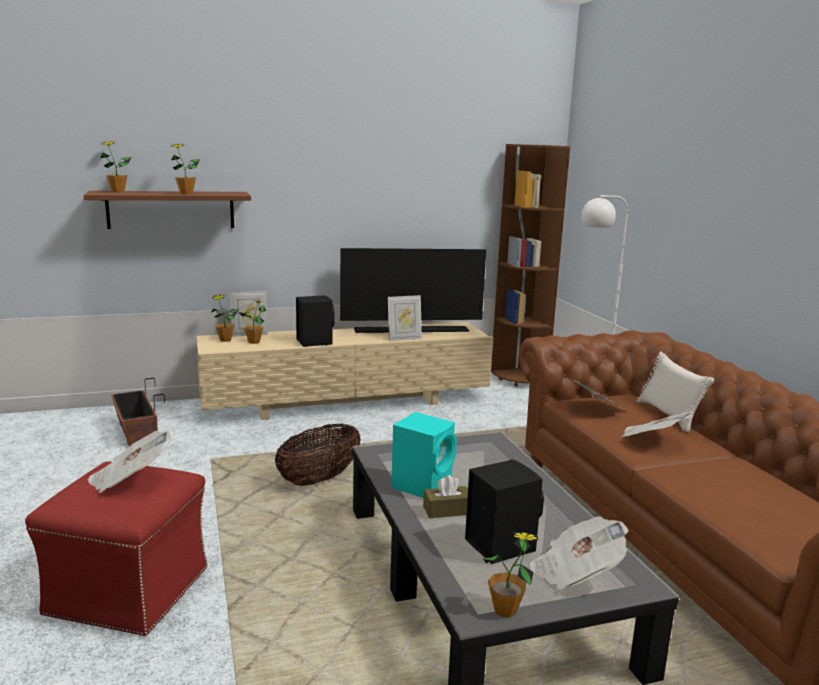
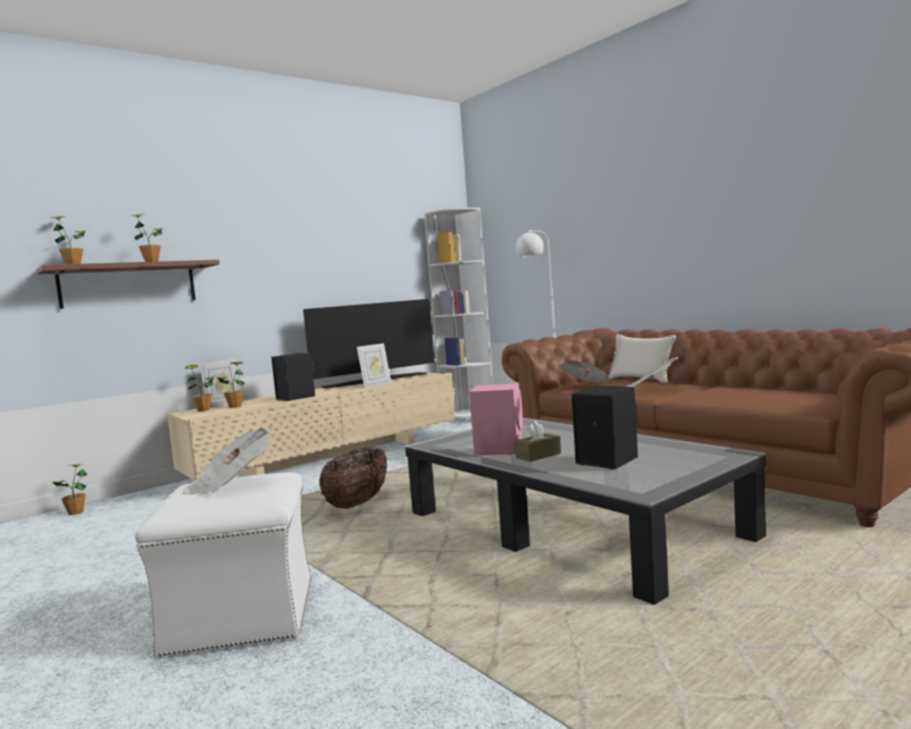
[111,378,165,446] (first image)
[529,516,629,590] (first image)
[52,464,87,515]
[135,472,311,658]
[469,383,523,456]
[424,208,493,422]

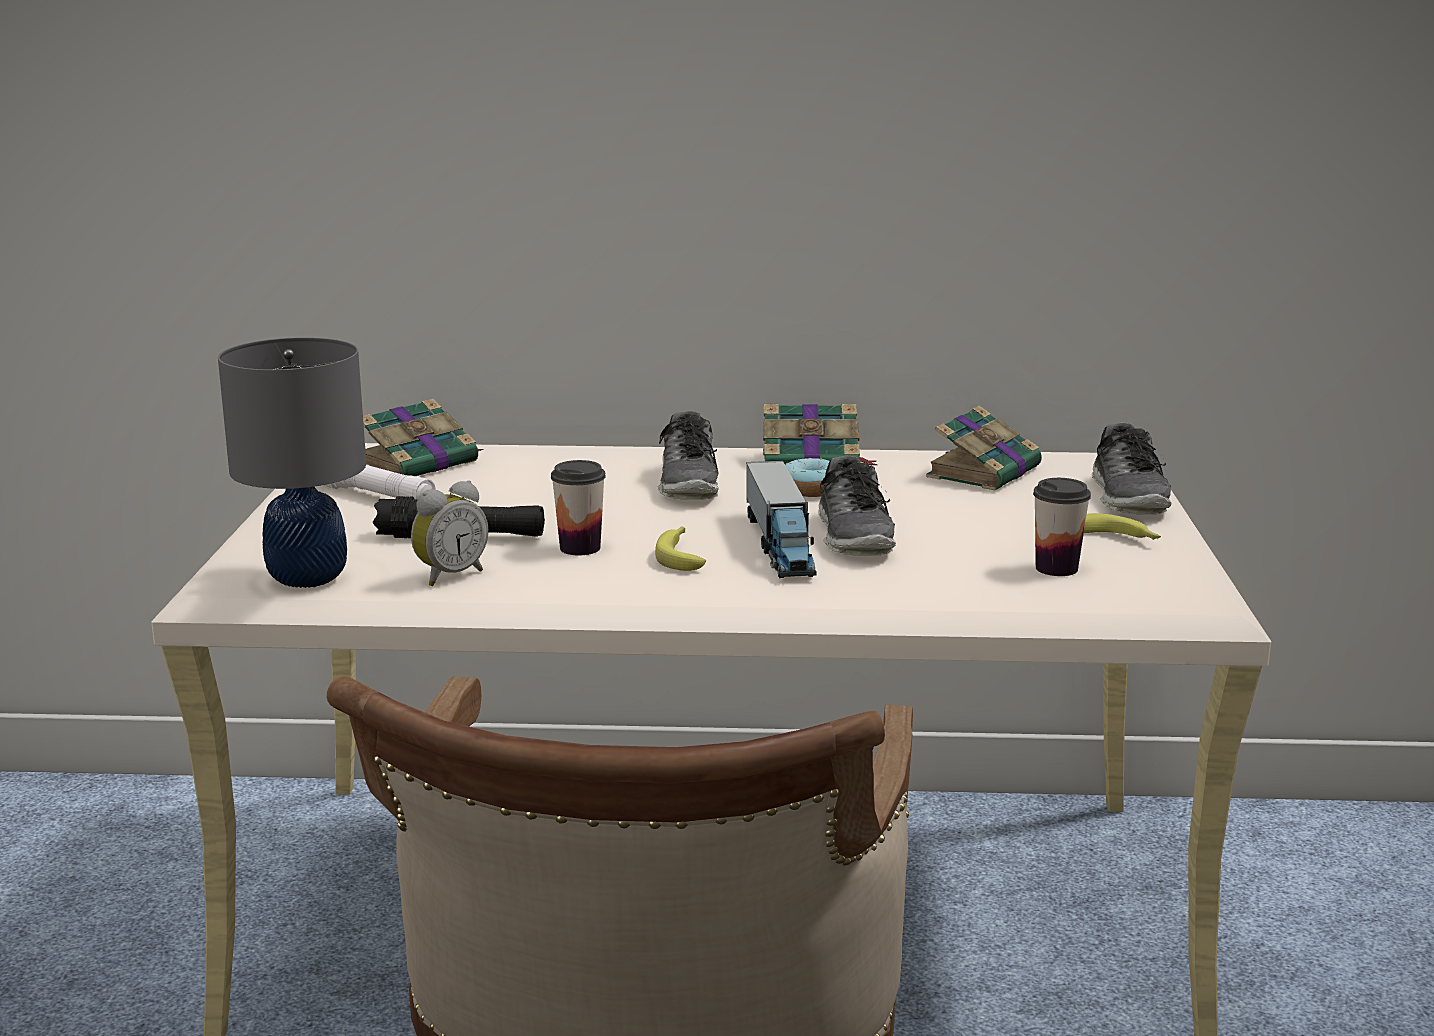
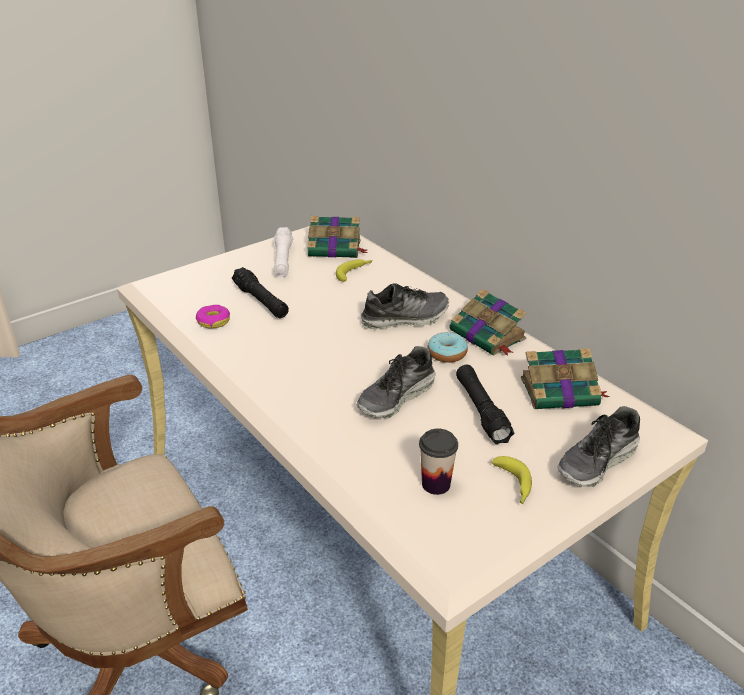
[218,337,366,588] (first image)
[551,460,606,555] (first image)
[746,461,816,578] (first image)
[456,365,514,445]
[336,259,373,282]
[196,305,230,329]
[361,283,449,330]

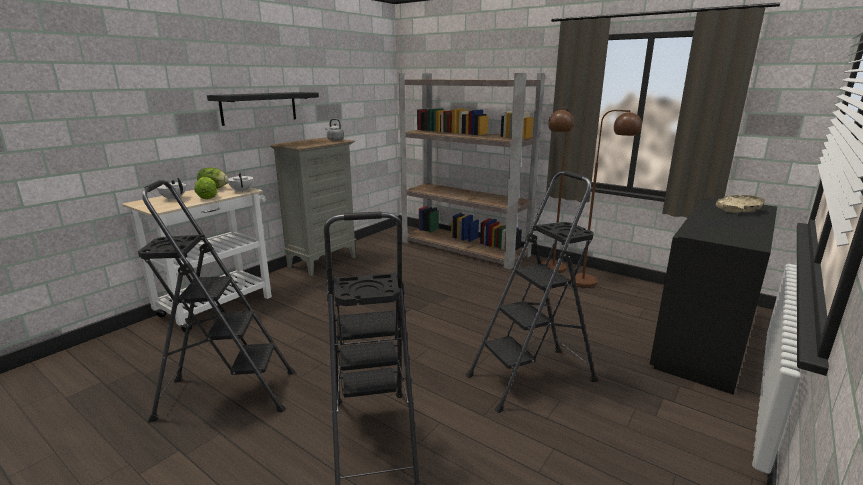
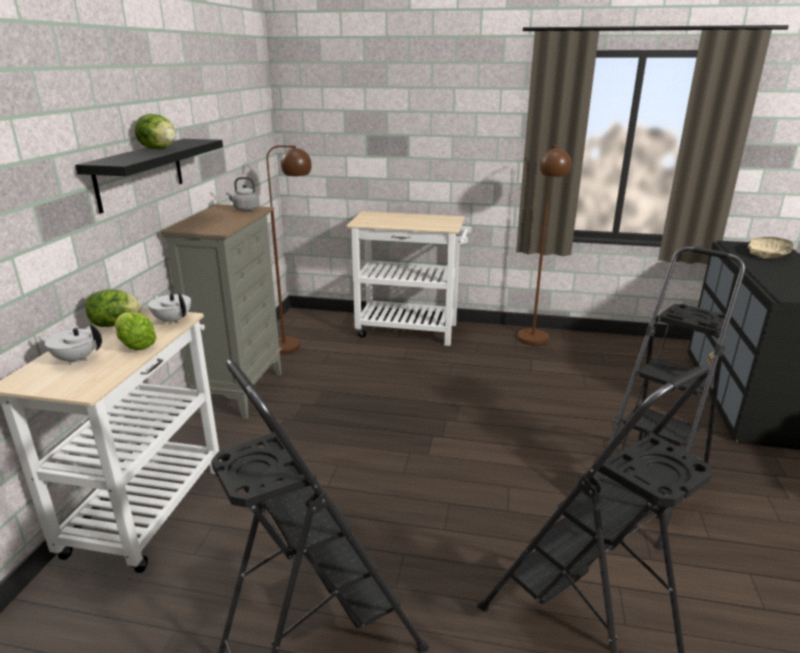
[134,114,176,149]
[267,145,312,354]
[346,211,472,346]

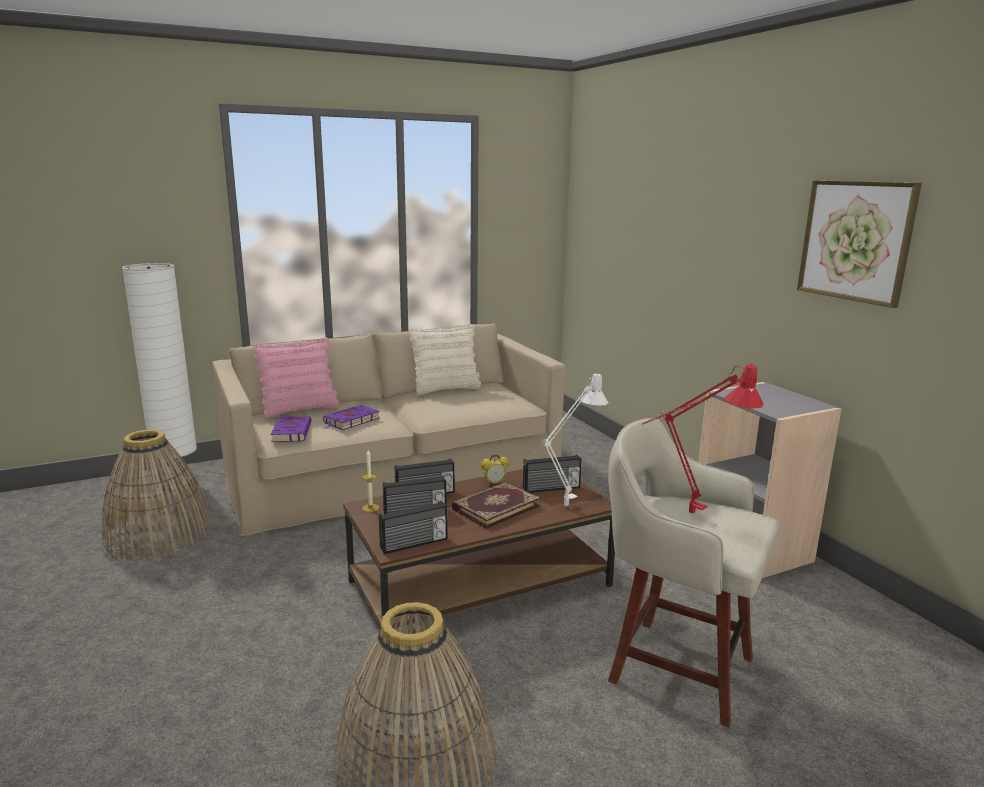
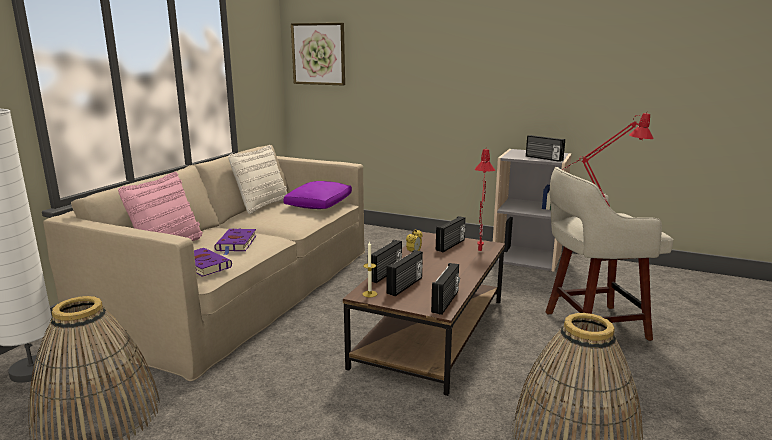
[452,482,541,529] (first image)
[283,181,352,209]
[526,135,565,162]
[291,23,345,86]
[475,149,495,251]

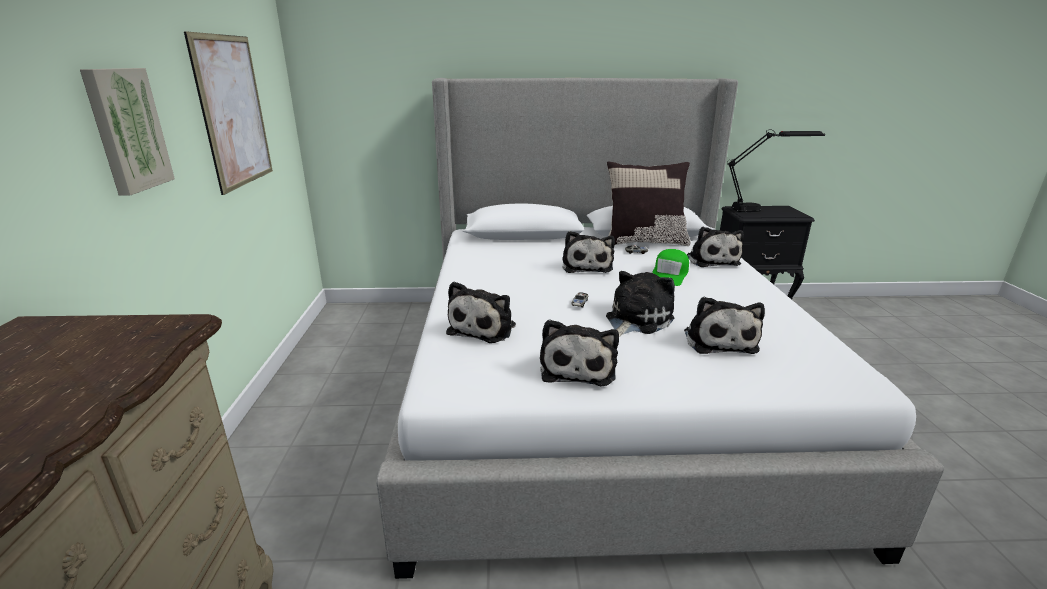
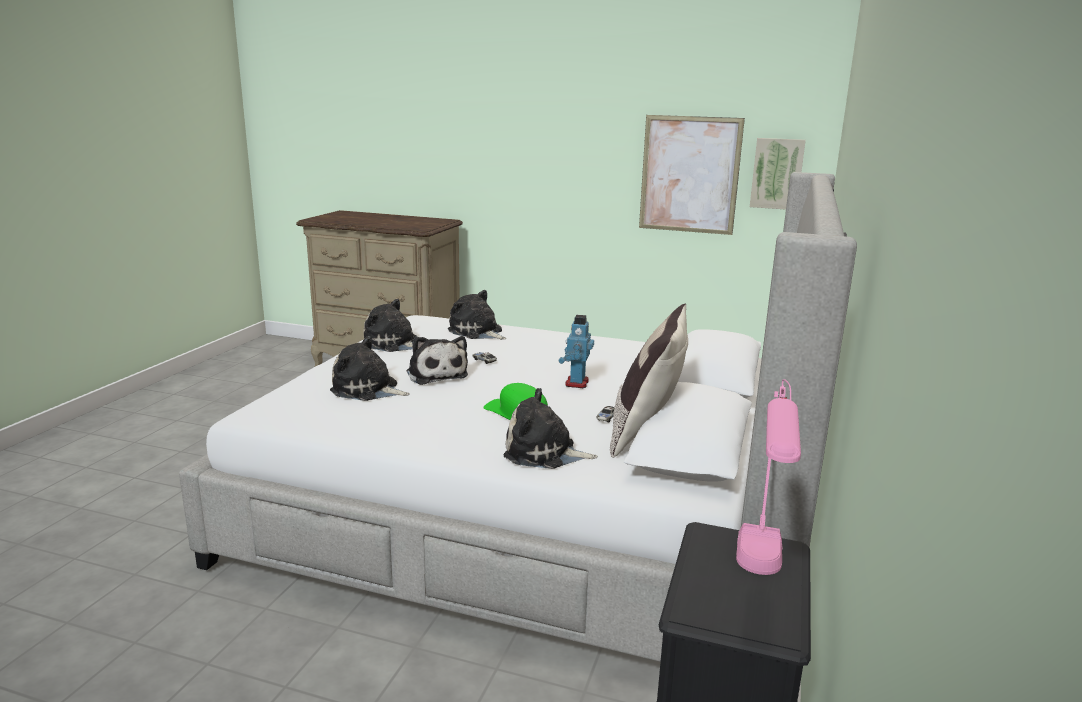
[750,138,806,210]
[559,315,594,388]
[736,379,801,575]

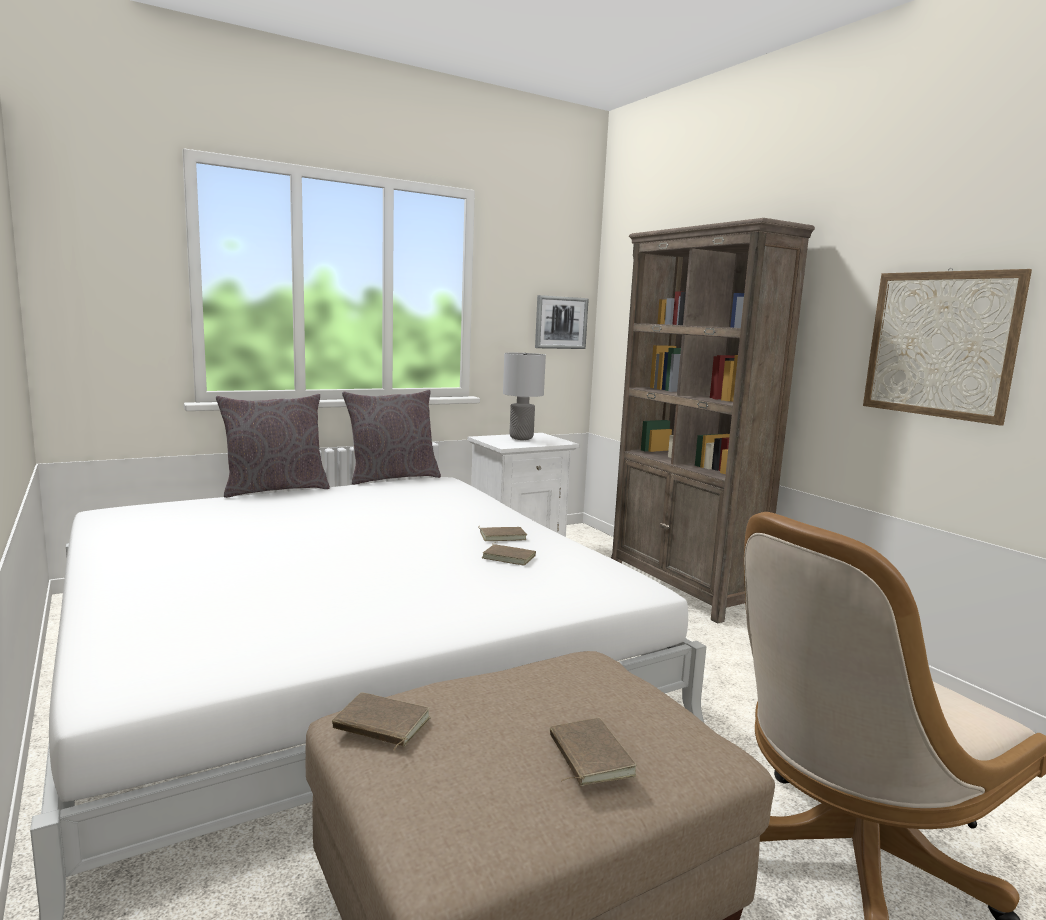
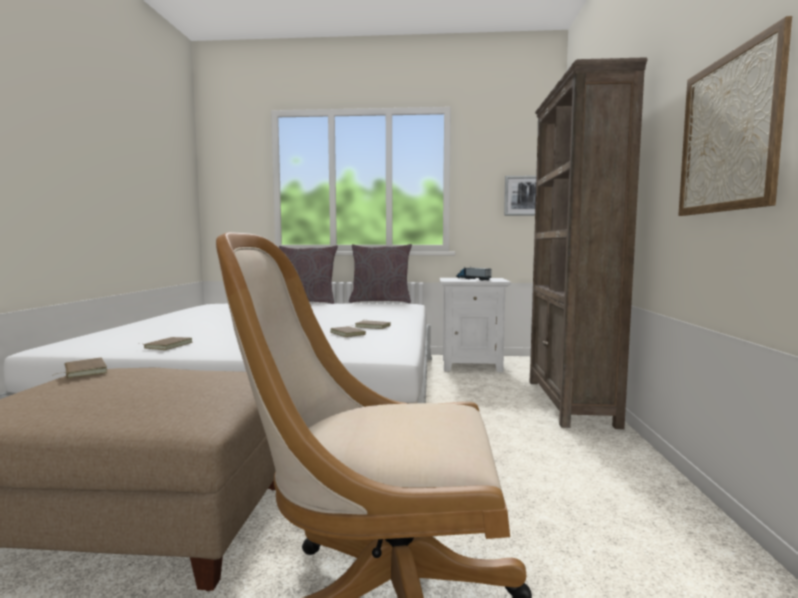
[139,337,193,350]
[456,266,491,281]

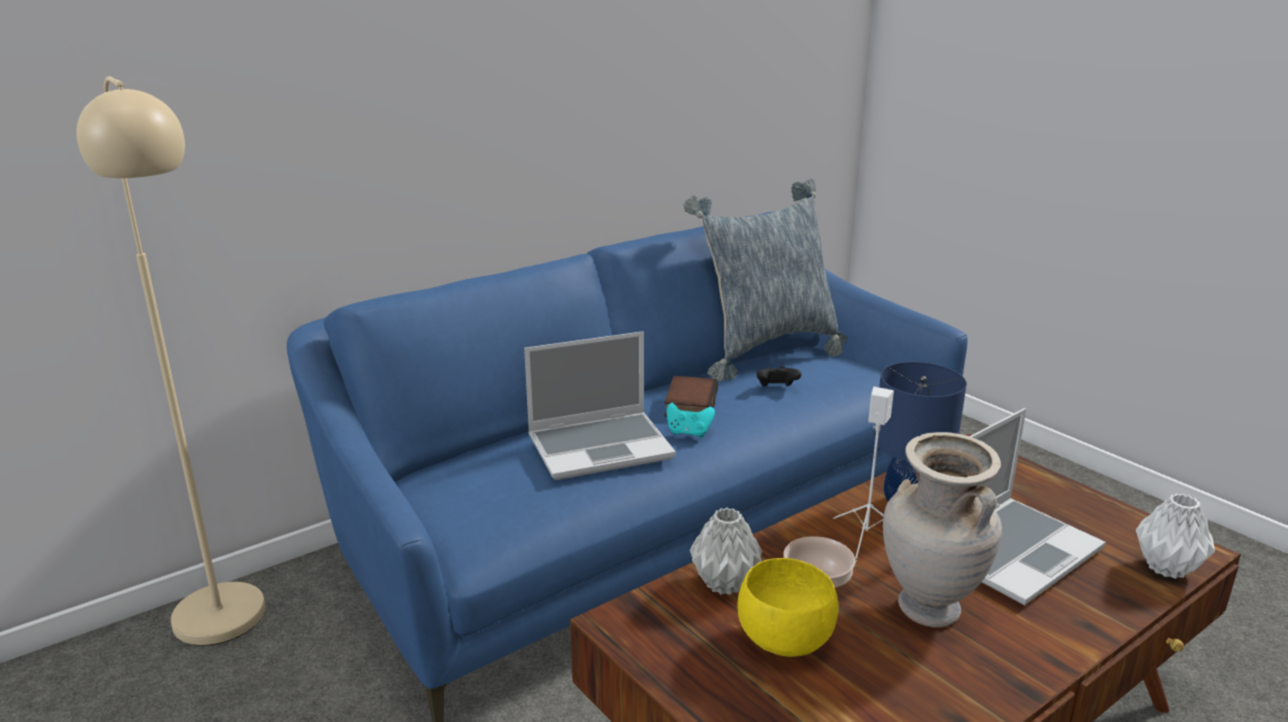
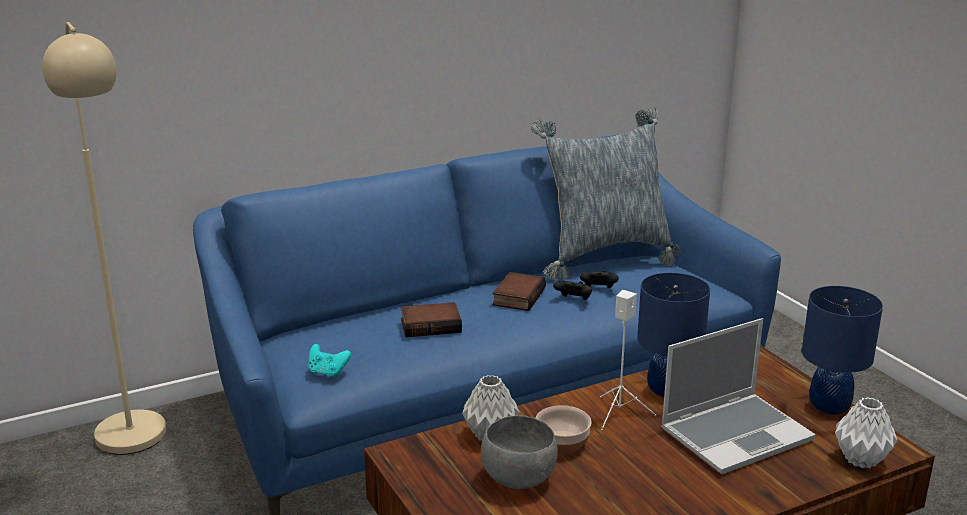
[883,432,1002,627] (first image)
[553,281,592,300]
[802,286,883,415]
[308,344,351,378]
[401,302,462,337]
[481,415,558,489]

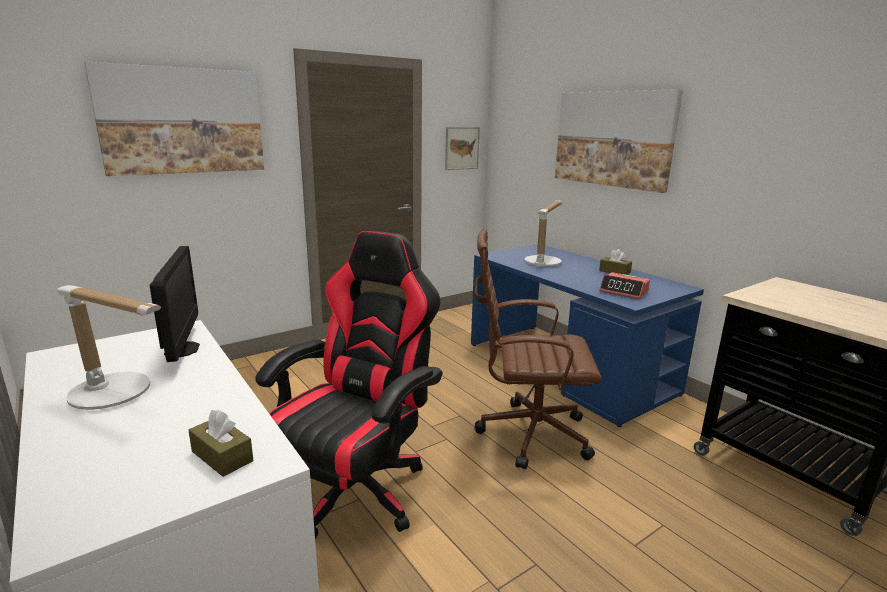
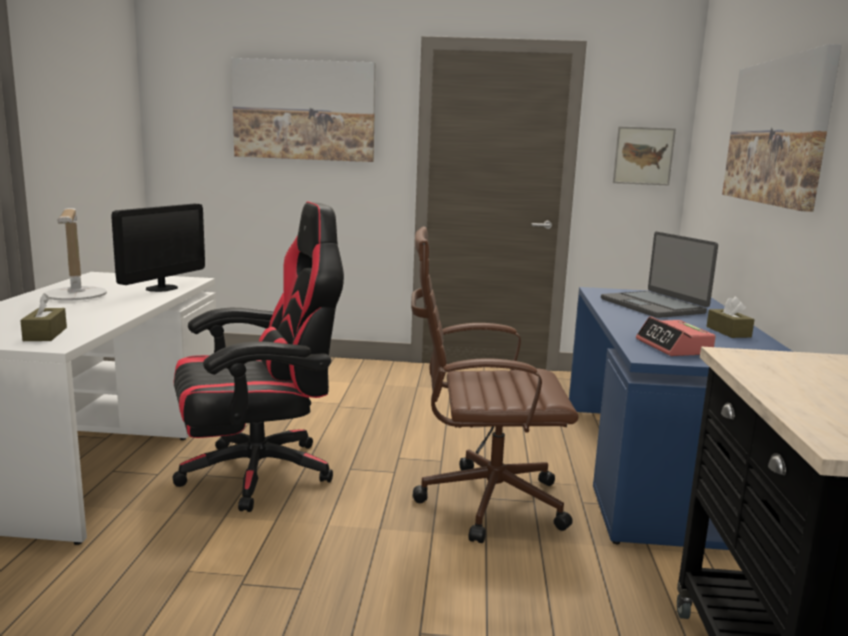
[601,232,718,318]
[411,227,579,543]

